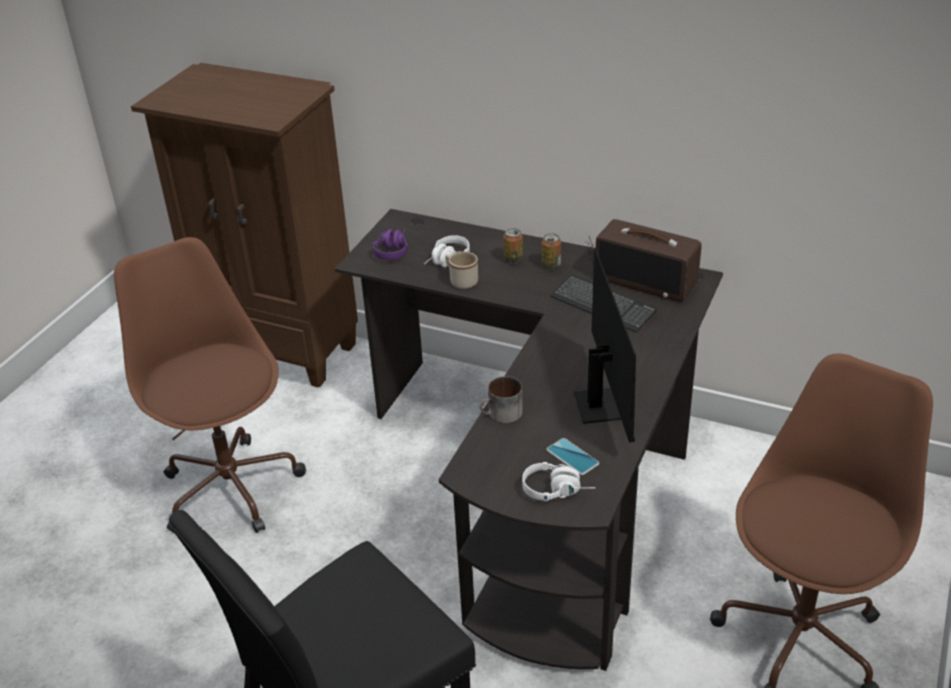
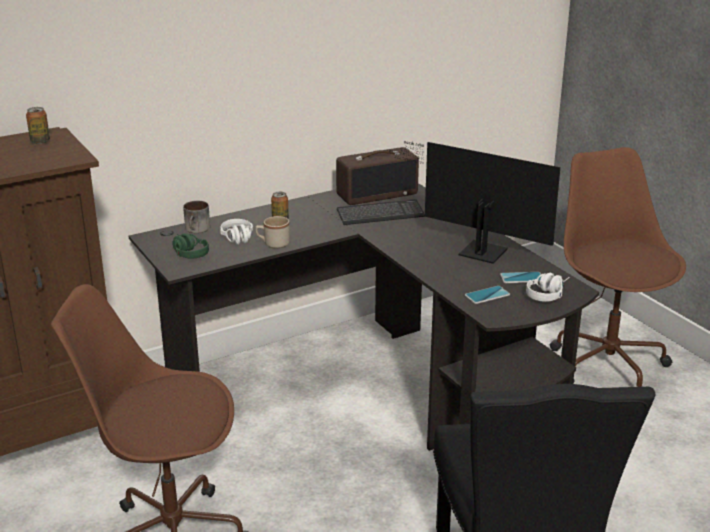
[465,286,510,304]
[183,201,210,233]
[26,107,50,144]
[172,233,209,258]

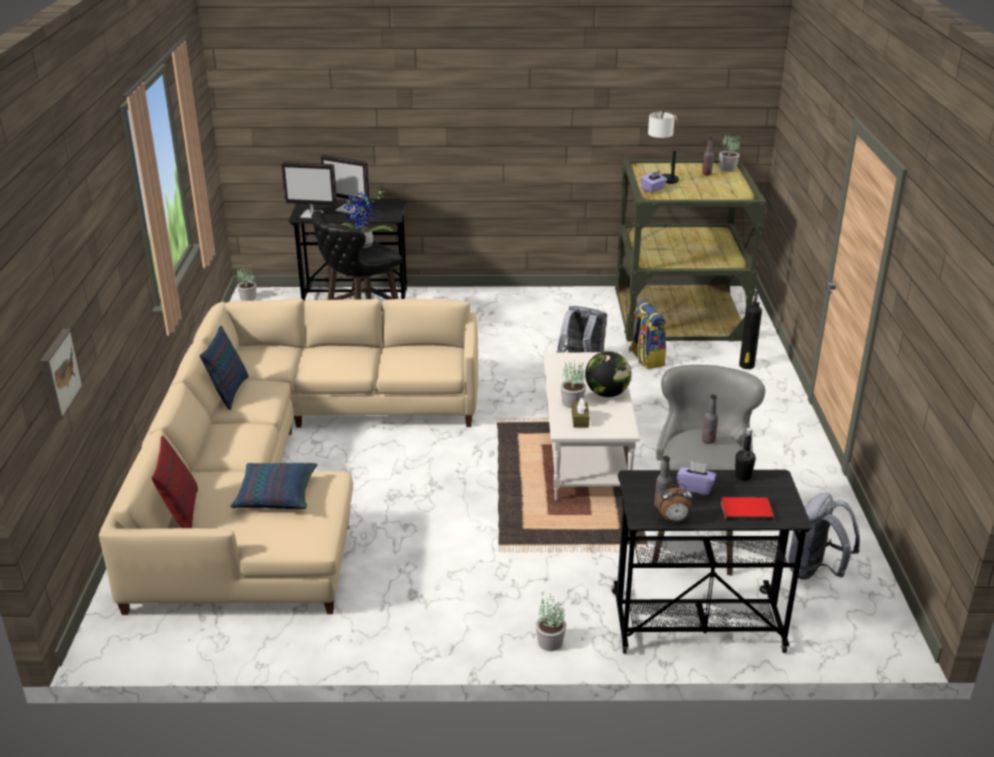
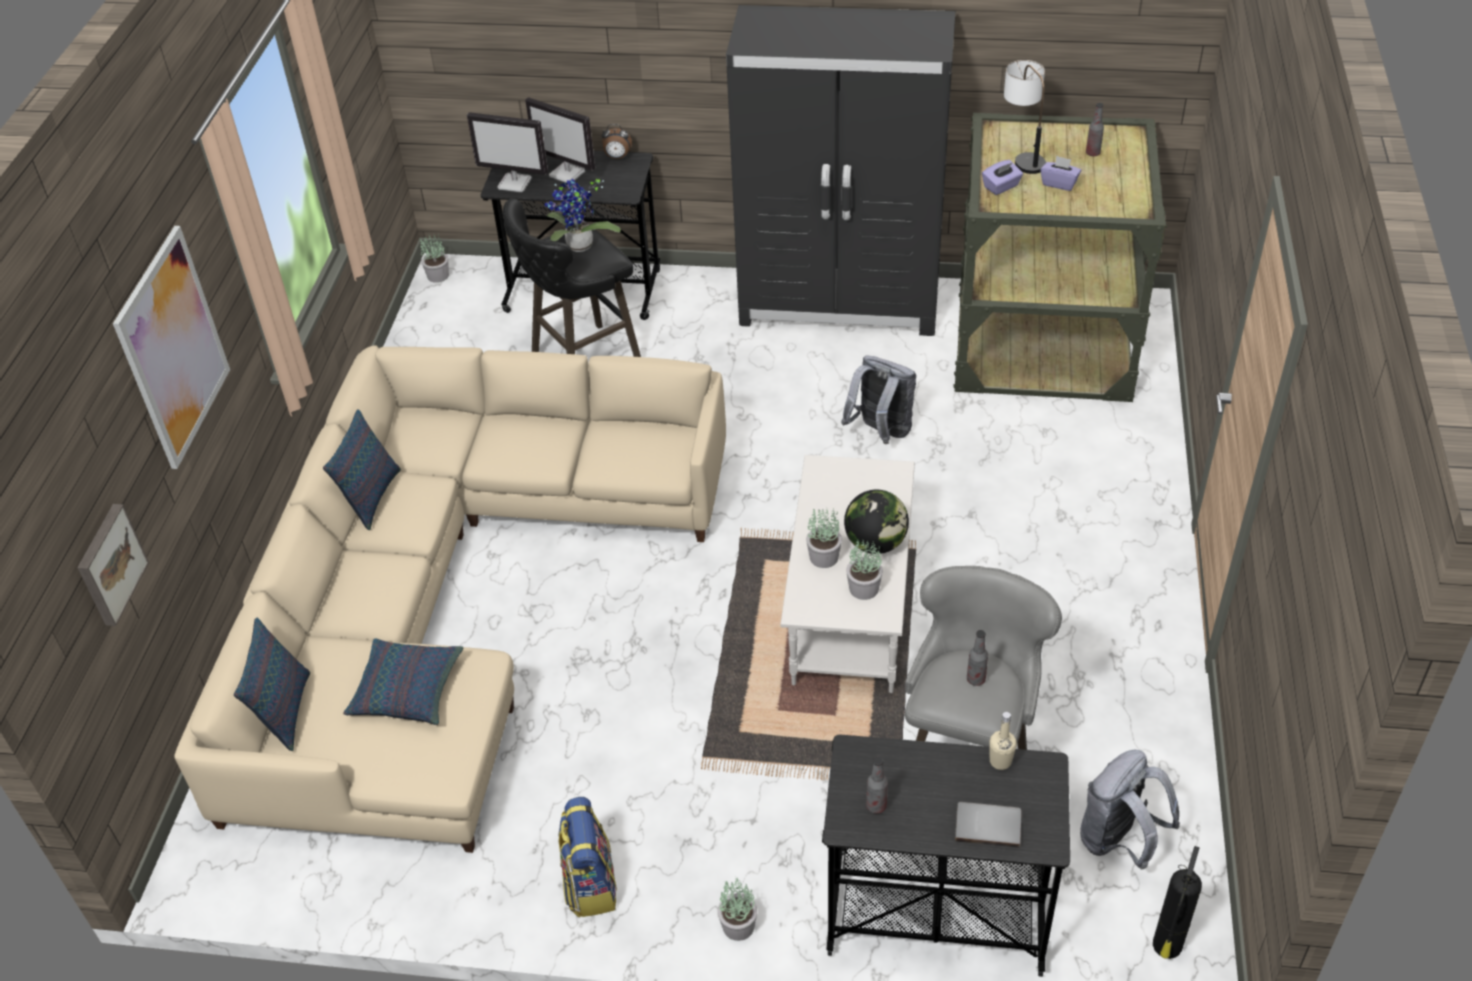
[572,398,589,428] (first image)
[113,226,230,469]
[726,5,955,336]
[558,797,617,917]
[602,124,632,159]
[1040,156,1081,191]
[846,539,883,600]
[1153,846,1202,959]
[234,618,310,751]
[955,802,1021,848]
[989,712,1017,770]

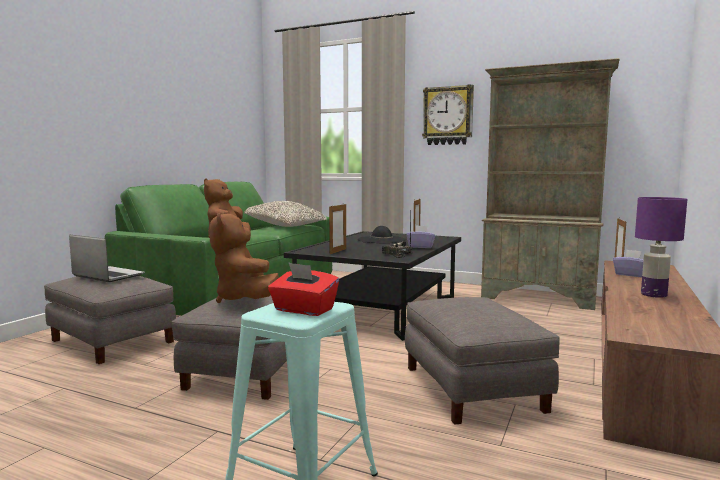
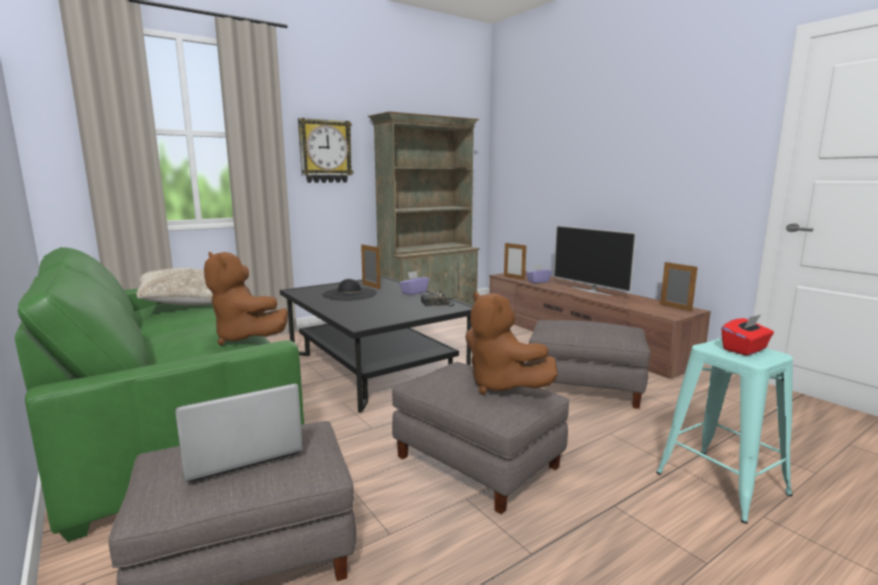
[660,262,698,312]
[554,225,636,296]
[465,291,558,394]

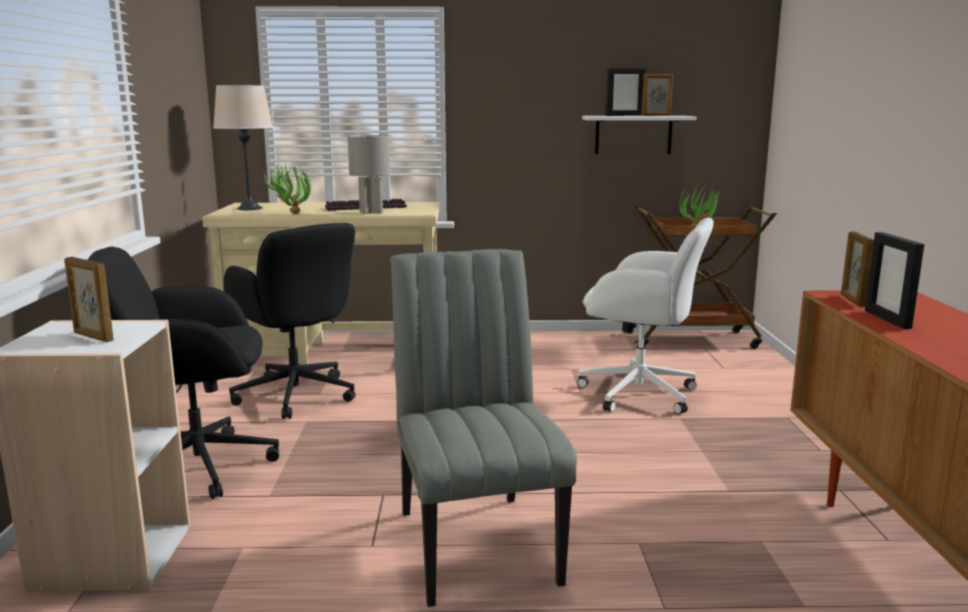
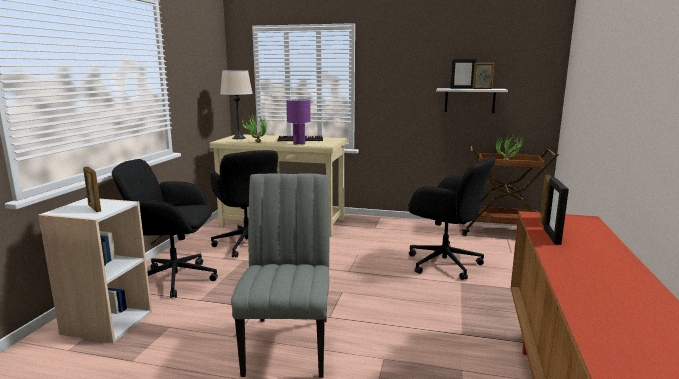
[286,99,311,145]
[408,157,495,280]

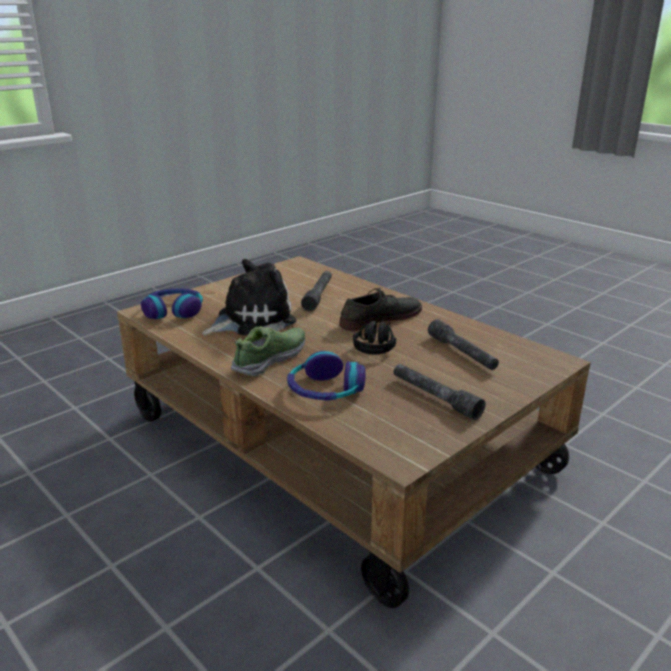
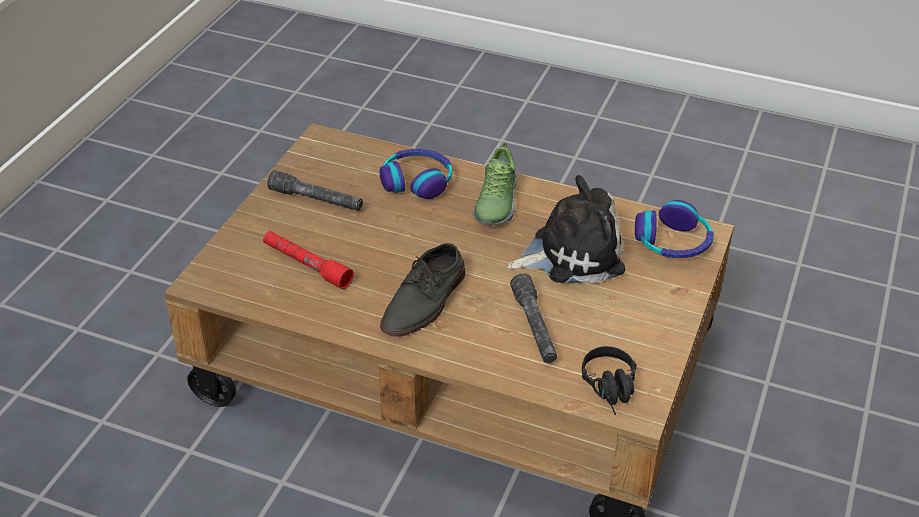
[582,346,637,415]
[263,231,354,289]
[507,175,625,283]

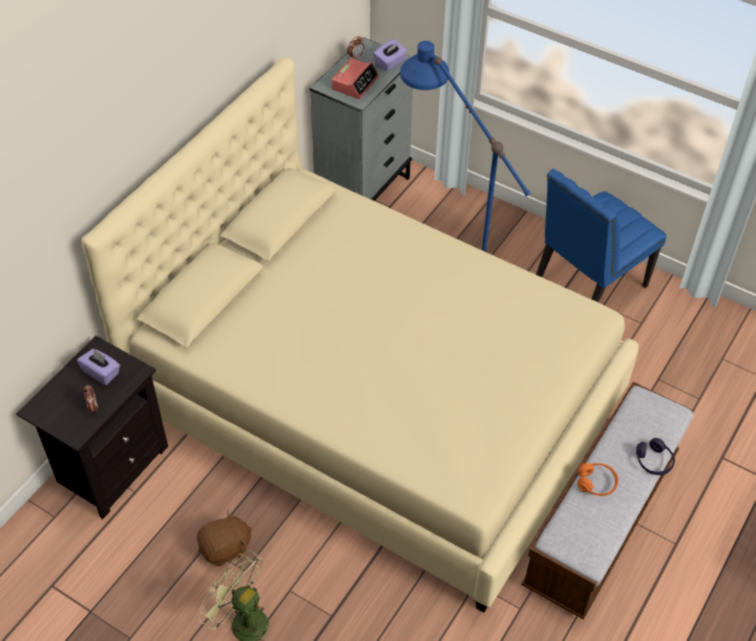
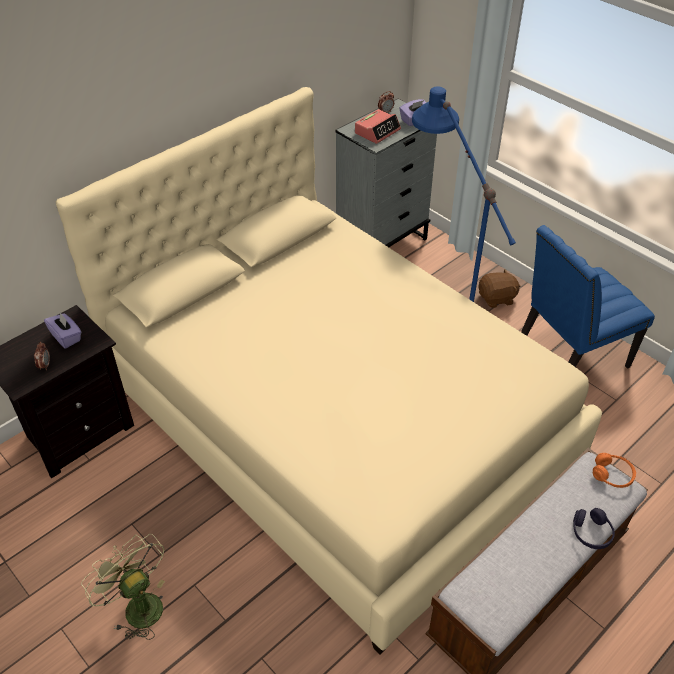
[478,269,520,308]
[593,453,636,488]

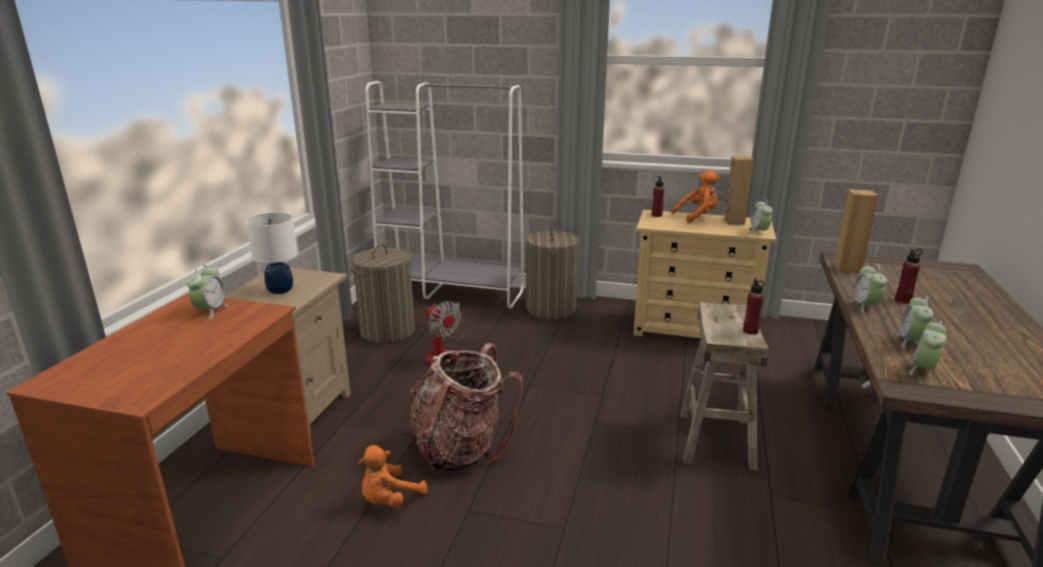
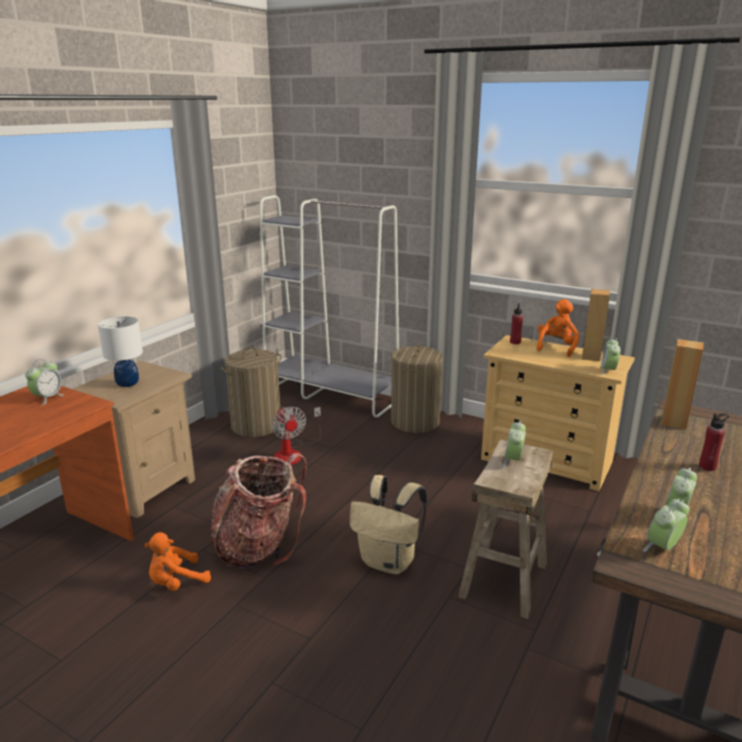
[743,278,765,335] (first image)
[350,475,427,574]
[503,421,526,467]
[537,299,579,357]

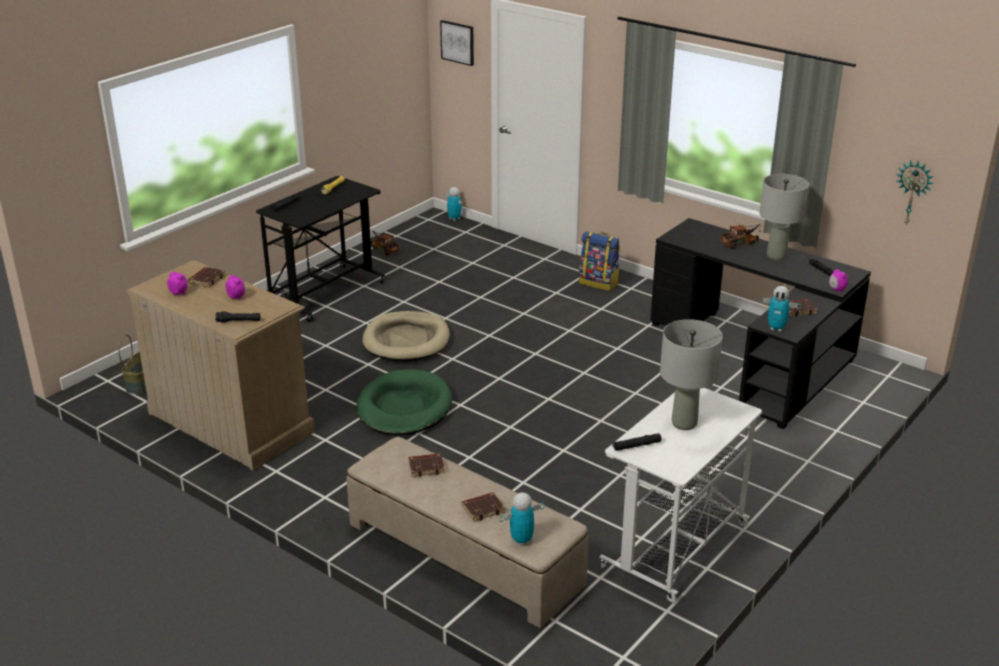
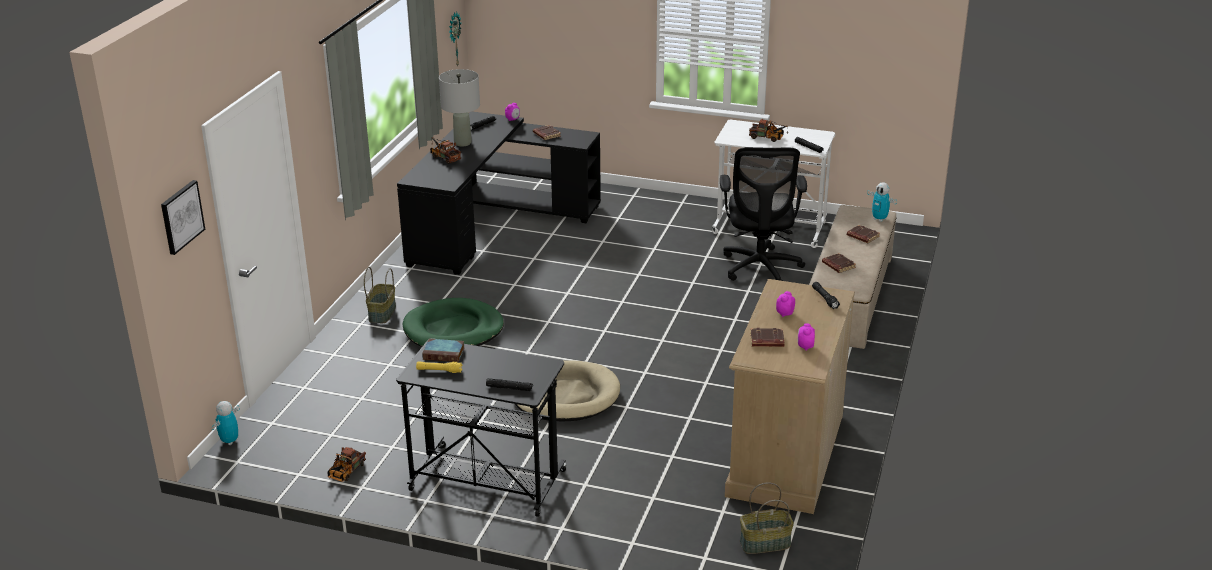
[760,286,801,332] (first image)
[422,339,464,362]
[720,147,807,281]
[402,298,504,347]
[364,267,396,323]
[749,119,788,142]

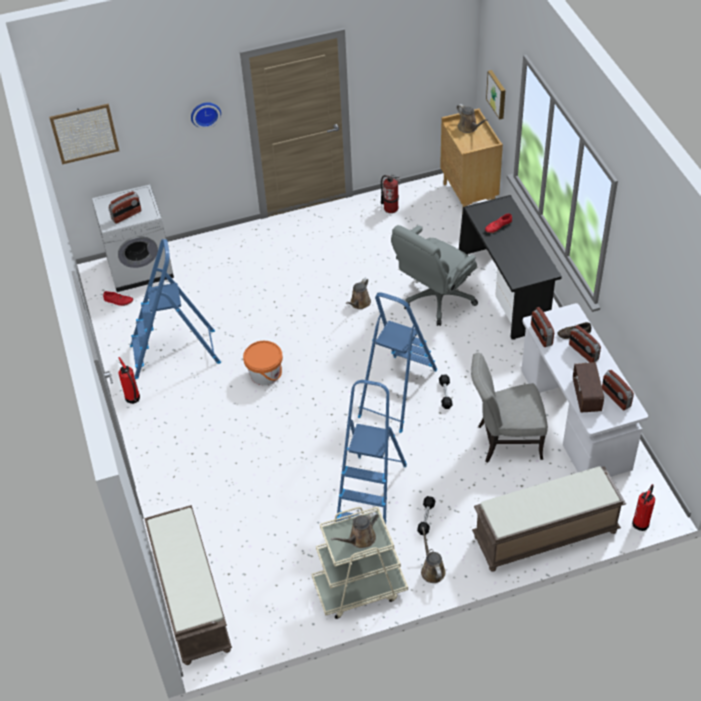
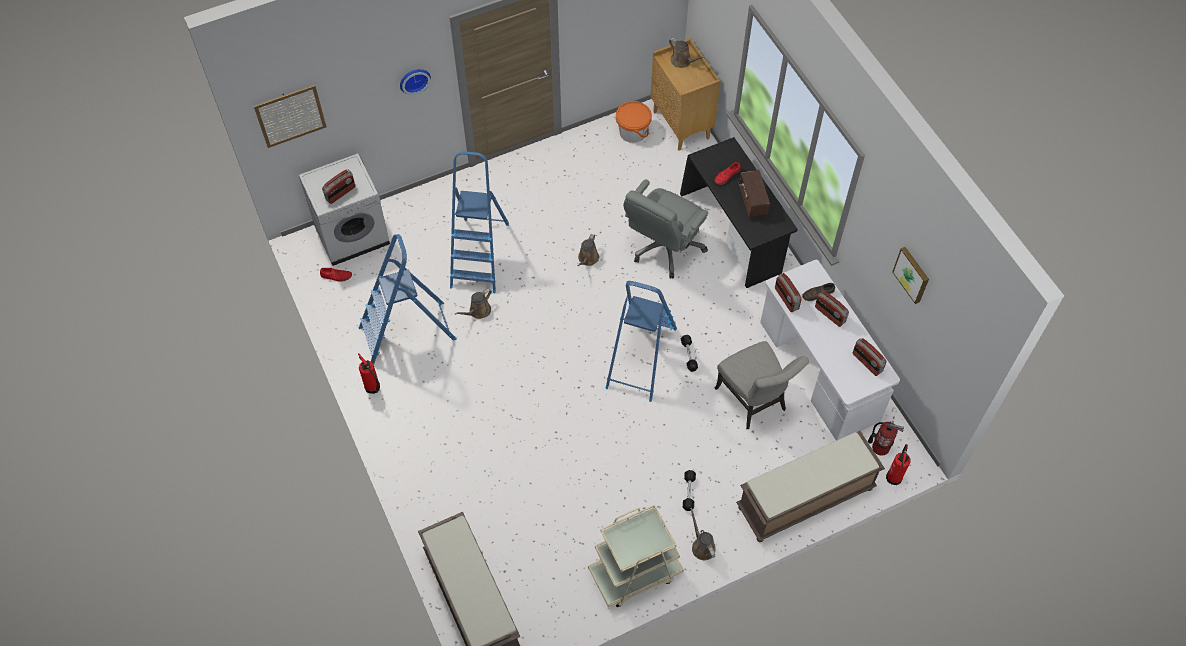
[616,101,652,143]
[455,288,492,319]
[450,151,509,293]
[868,421,904,456]
[892,247,929,304]
[739,170,770,217]
[715,341,809,429]

